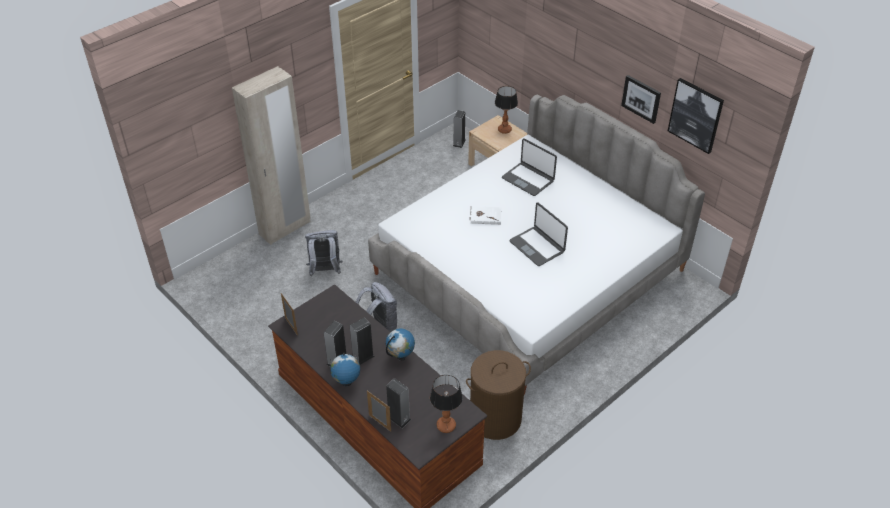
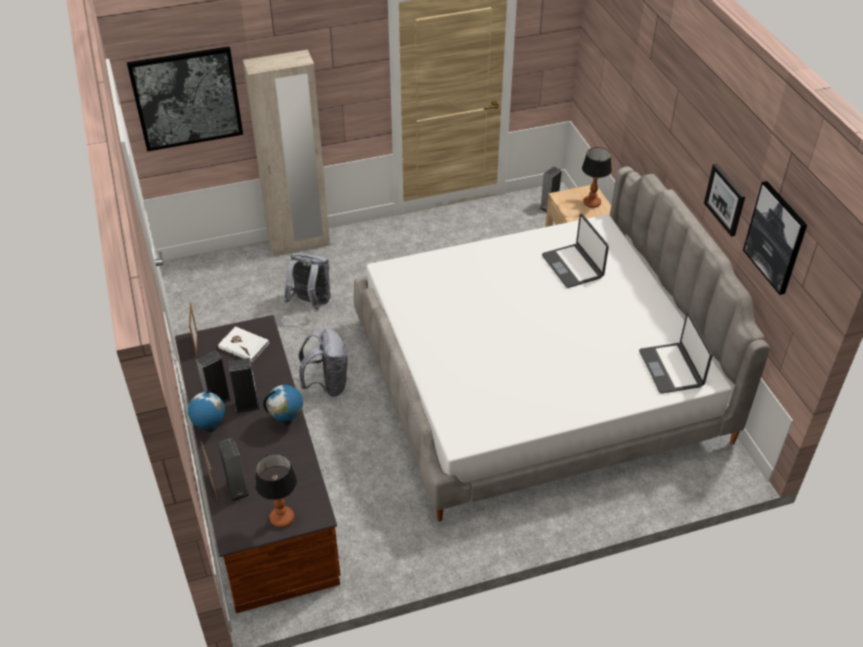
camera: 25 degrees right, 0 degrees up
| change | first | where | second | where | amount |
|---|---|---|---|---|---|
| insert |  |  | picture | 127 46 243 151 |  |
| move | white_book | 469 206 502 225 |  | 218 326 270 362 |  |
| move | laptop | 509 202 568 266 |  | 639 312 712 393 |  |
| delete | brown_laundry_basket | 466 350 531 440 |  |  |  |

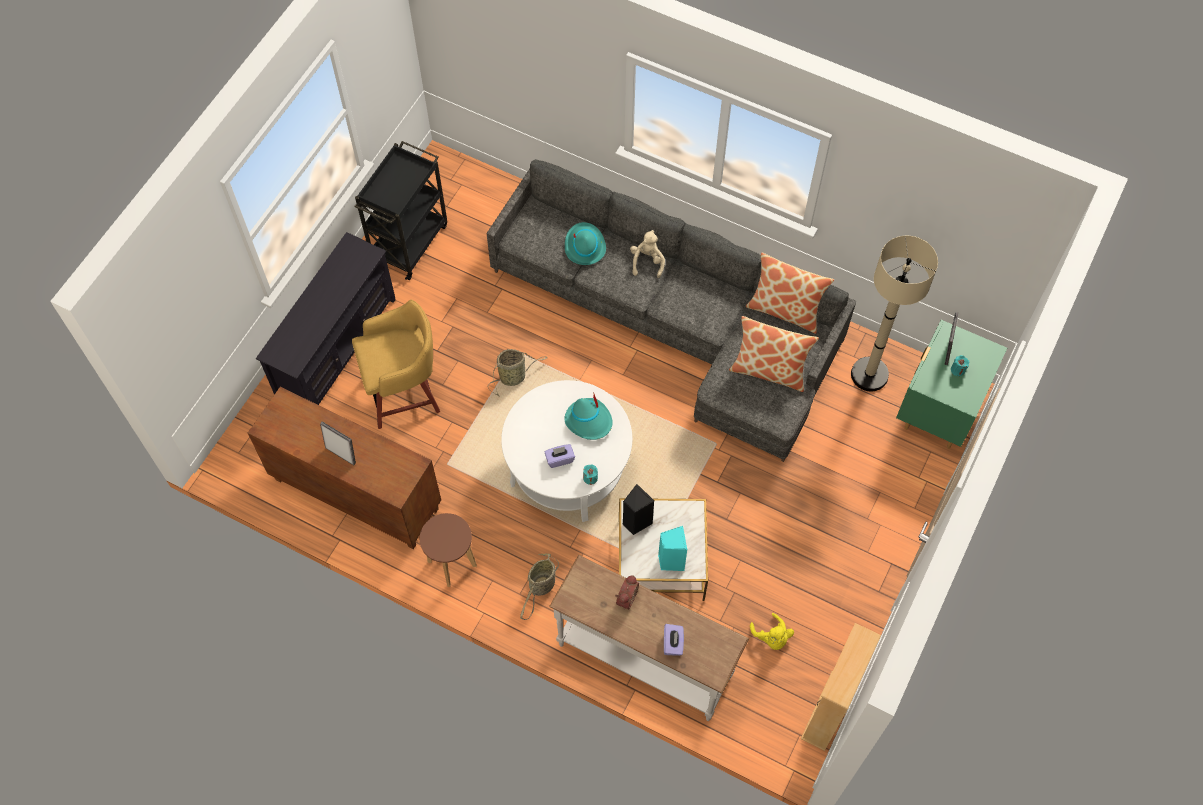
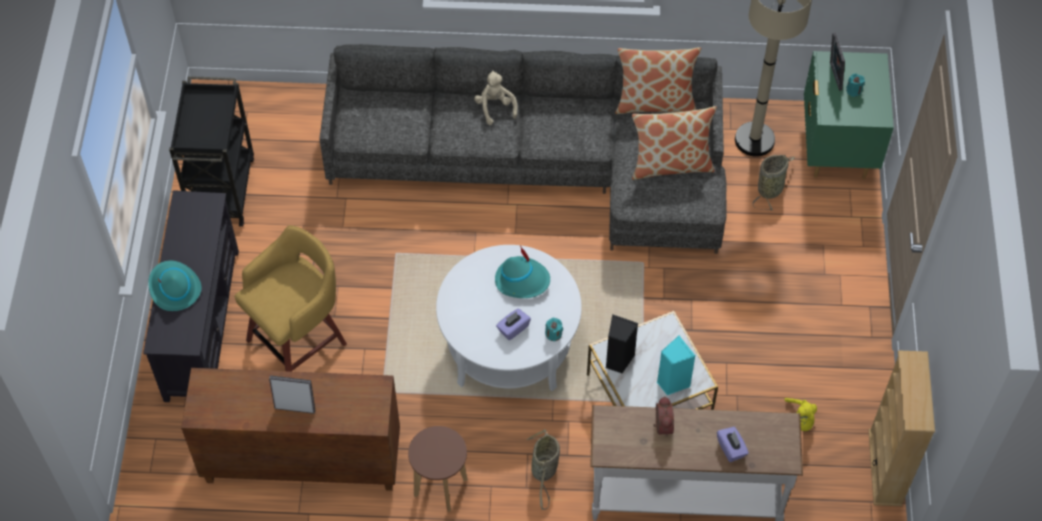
camera: 25 degrees left, 5 degrees down
| change | first | where | second | where | amount |
|---|---|---|---|---|---|
| move | turquoise_hat | 565 222 606 265 |  | 148 261 201 311 |  |
| move | basket | 488 349 548 396 |  | 753 155 795 211 |  |

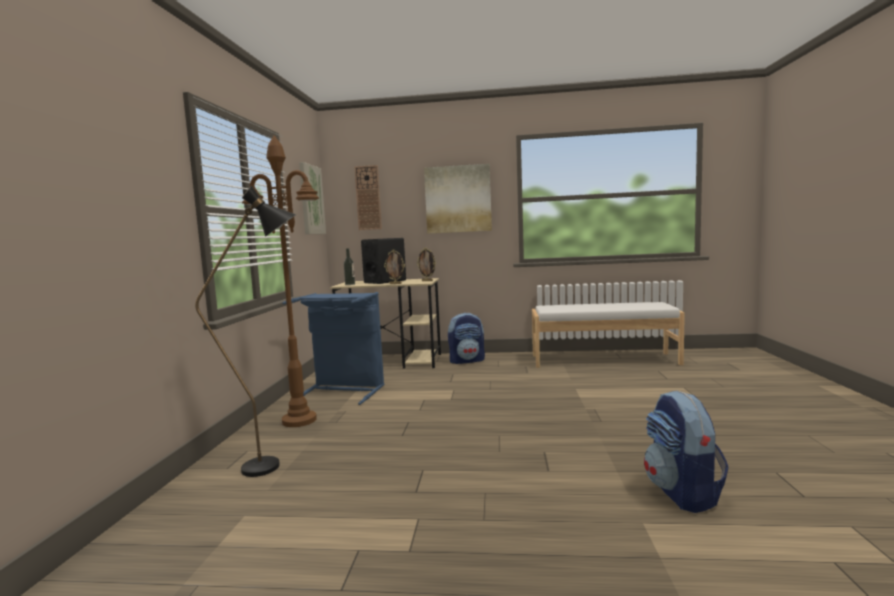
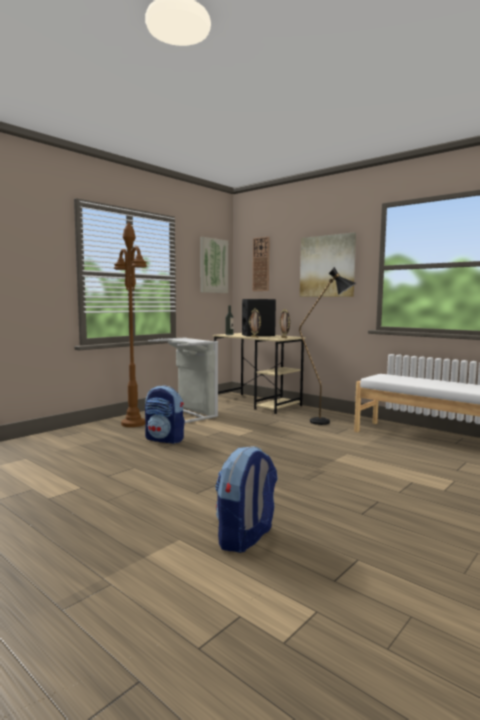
camera: 35 degrees right, 0 degrees up
| change | first | where | second | where | amount |
|---|---|---|---|---|---|
| move | backpack | 448 313 485 364 |  | 145 385 185 444 |  |
| recolor | blue_laundry_basket | 282 292 384 405 | grey_laundry_basket | 148 337 218 423 |  |
| move | black_floor_lamp | 195 185 296 477 |  | 299 267 356 425 |  |

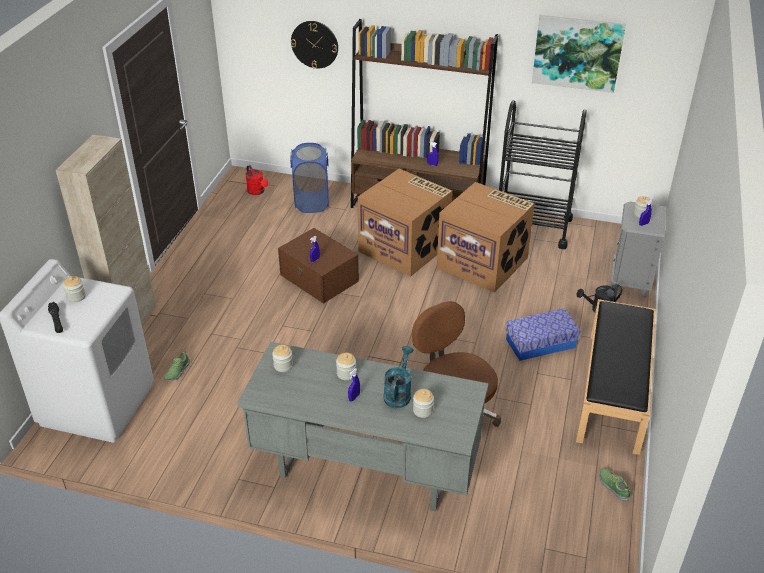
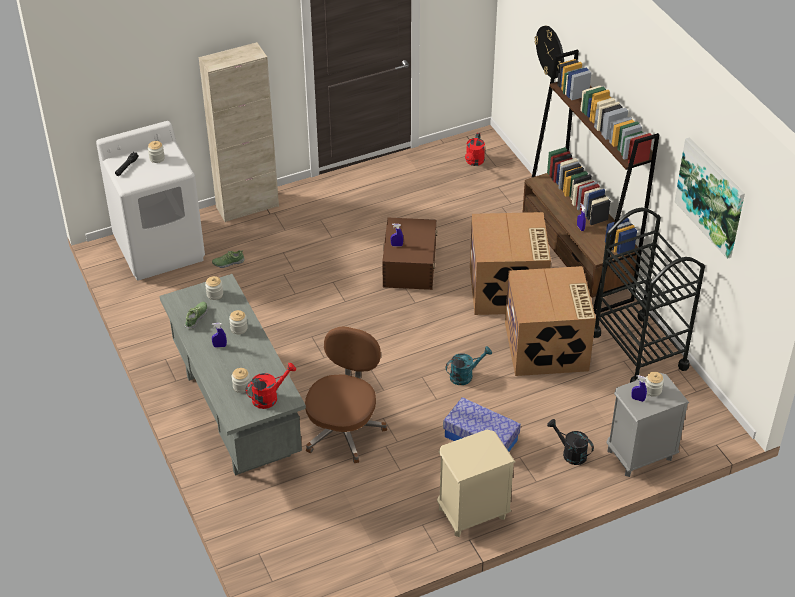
camera: 50 degrees right, 5 degrees up
| change | first | where | second | where | amount |
|---|---|---|---|---|---|
| move | shoe | 599 468 631 501 |  | 184 302 207 329 |  |
| insert |  |  | red_watering_can | 245 362 296 409 |  |
| replace | black_bench | 576 299 656 455 | beige_nightstand | 437 429 515 537 |  |
| move | turquoise_watering_can | 384 346 413 408 |  | 446 346 492 385 |  |
| delete | blue_laundry_basket | 290 143 329 213 |  |  |  |

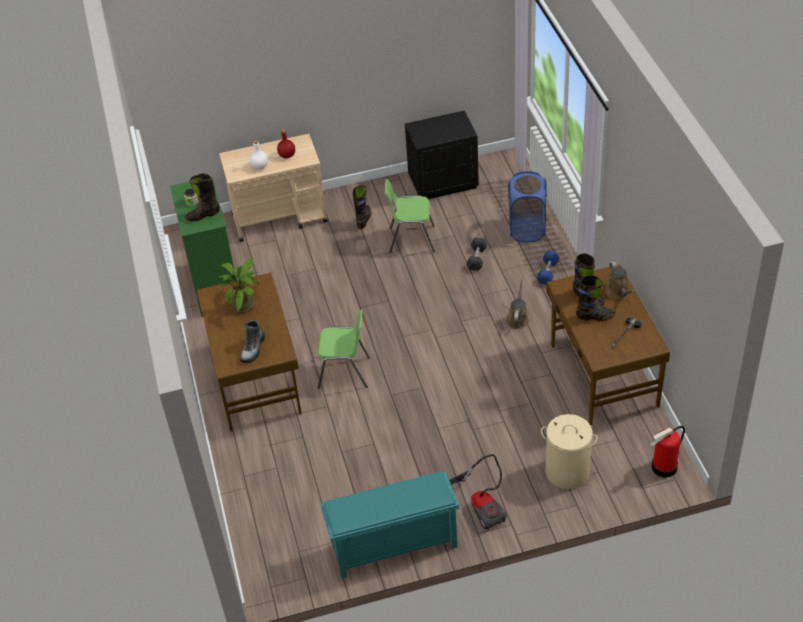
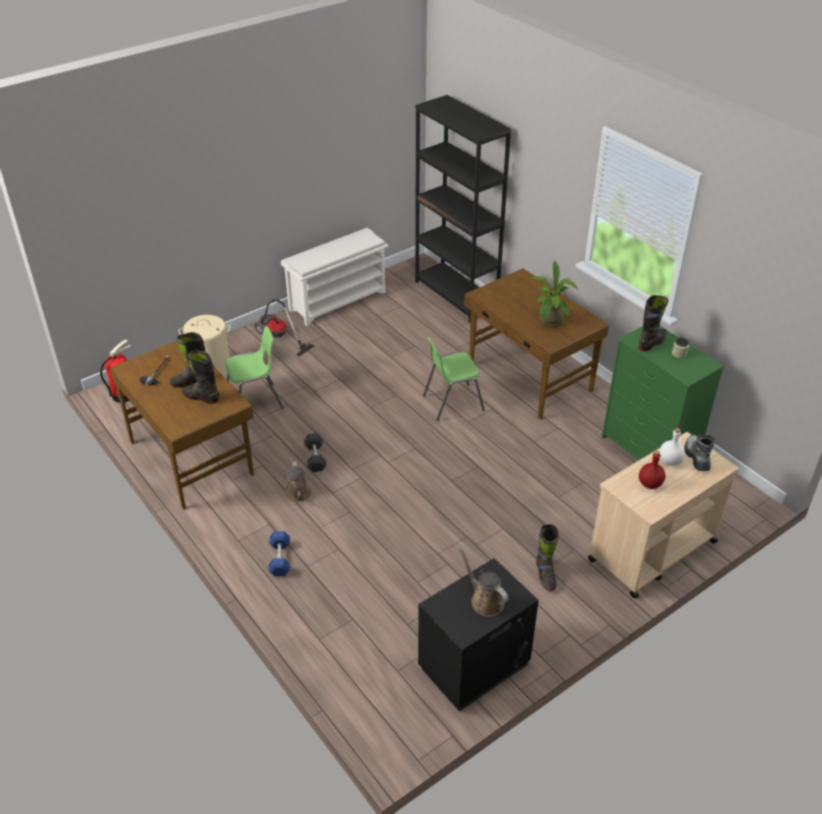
camera: 155 degrees right, 5 degrees down
| change | first | where | second | where | amount |
|---|---|---|---|---|---|
| move | green_chair | 385 179 435 253 |  | 225 326 284 409 |  |
| recolor | turquoise_shoe_rack | 320 471 460 578 | white_shoe_rack | 281 228 389 326 |  |
| move | grey_dumbbell | 466 237 487 271 |  | 304 433 327 472 |  |
| insert |  |  | black_bookcase | 415 95 512 322 |  |
| move | brown_watering_can | 605 262 634 299 |  | 458 545 509 616 |  |
| move | boot | 240 320 265 363 |  | 684 434 716 471 |  |
| delete | blue_laundry_basket | 508 172 547 242 |  |  |  |

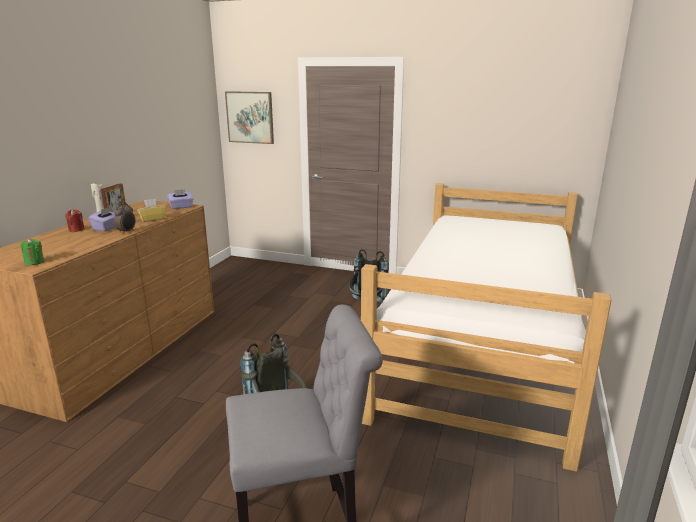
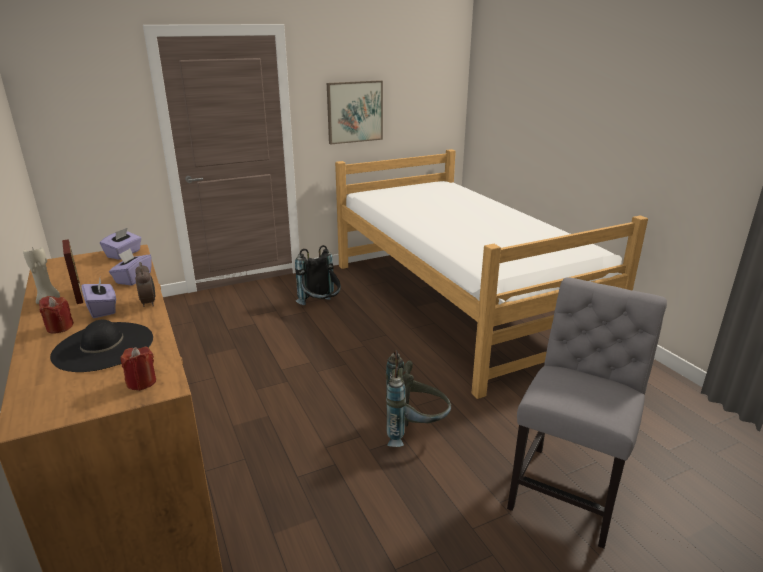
camera: 45 degrees left, 5 degrees up
| change | first | where | second | where | amount |
|---|---|---|---|---|---|
| insert |  |  | black_hat | 50 320 153 372 |  |
| recolor | yellow_tissue_box | 137 199 166 222 | purple_tissue_box | 109 249 152 286 |  |
| recolor | green_candle | 20 238 44 265 | red_candle | 120 347 156 391 |  |
| move | picture | 225 91 274 144 |  | 327 80 383 144 |  |

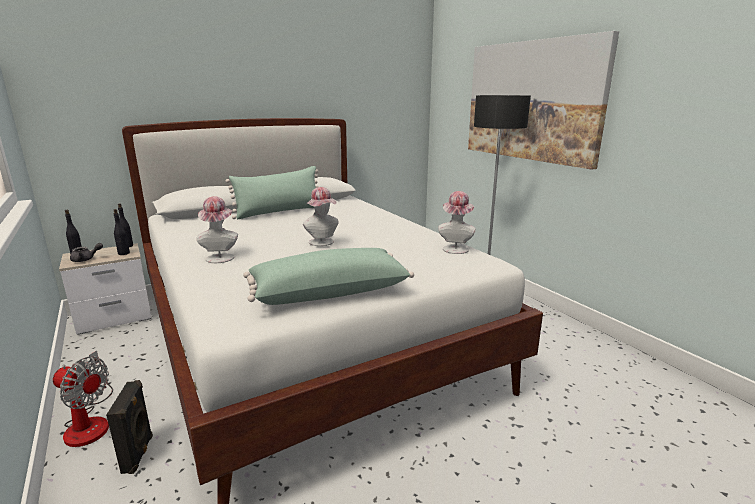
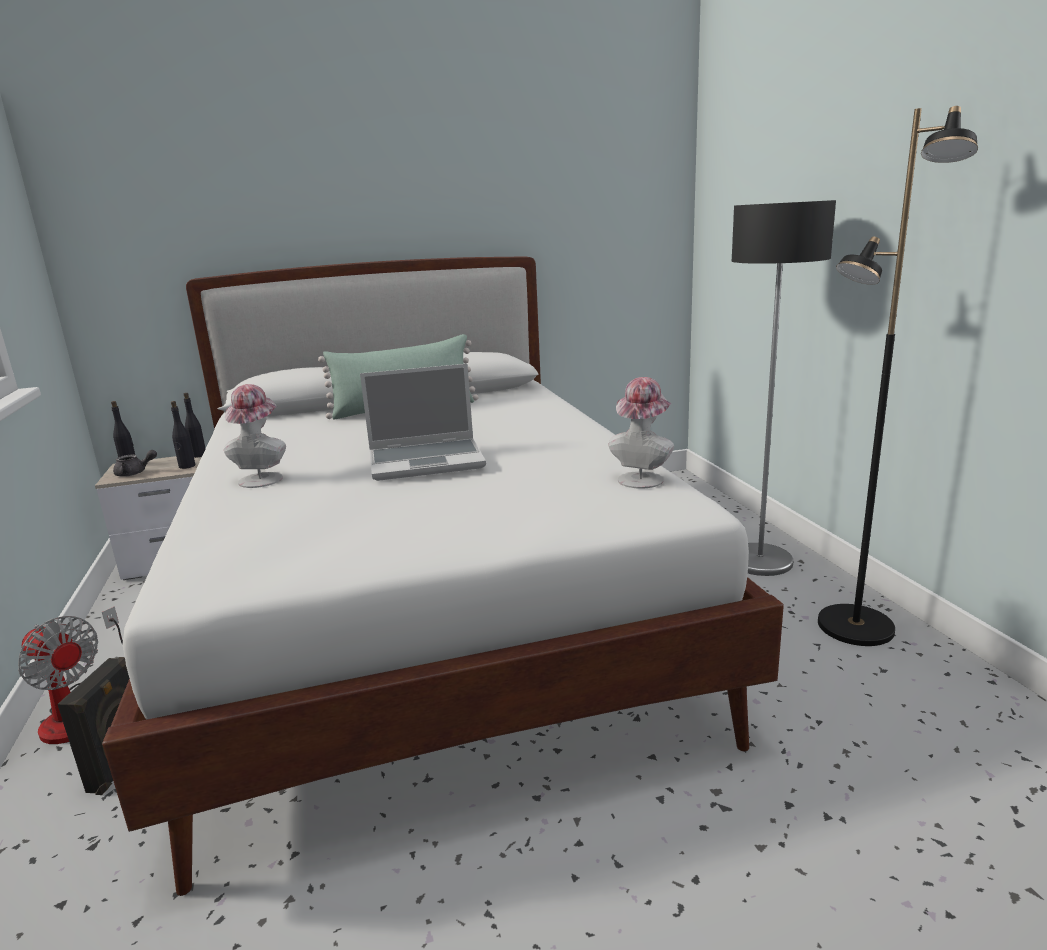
camera: 15 degrees right, 0 degrees up
| change | first | where | second | where | amount |
|---|---|---|---|---|---|
| replace | hat | 303 187 339 246 | laptop | 360 364 486 481 |  |
| insert |  |  | black_floor_lamp | 818 106 978 646 |  |
| delete | green_pillow | 243 248 414 305 |  |  |  |
| delete | picture | 468 31 619 170 |  |  |  |

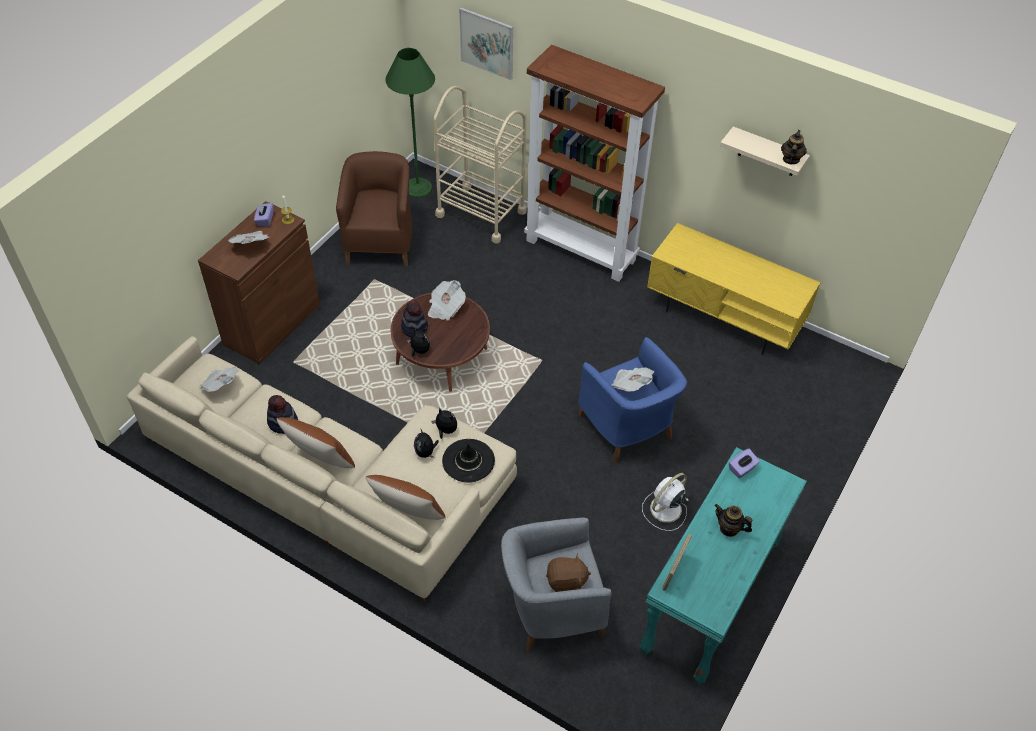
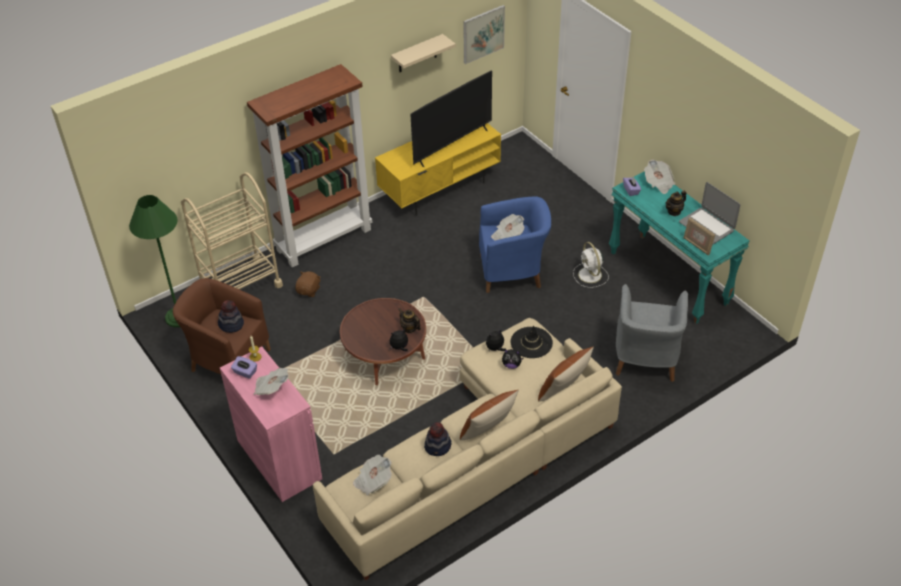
camera: 65 degrees left, 5 degrees down
| change | first | where | second | where | amount |
|---|---|---|---|---|---|
| move | hat | 401 301 428 337 |  | 218 300 244 333 |  |
| recolor | brown_cabinet | 198 201 320 365 | pink_cabinet | 220 347 322 502 |  |
| move | brown_plush_toy | 546 554 591 592 |  | 295 271 321 297 |  |
| move | teapot | 781 130 807 164 |  | 399 308 421 333 |  |
| insert |  |  | television | 411 71 492 167 |  |
| move | picture | 459 7 513 80 |  | 463 5 505 64 |  |
| move | newspaper | 428 280 466 321 |  | 644 159 675 194 |  |
| insert |  |  | laptop | 679 182 740 244 |  |

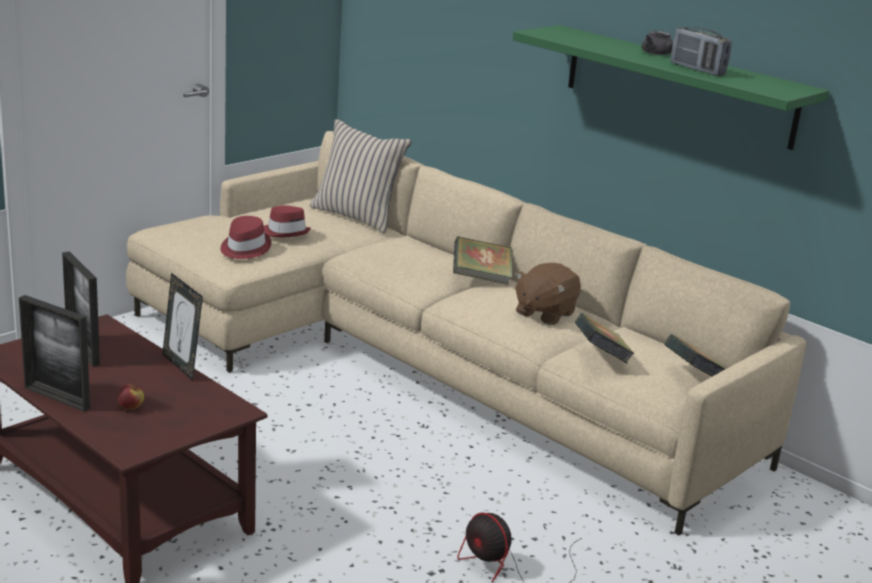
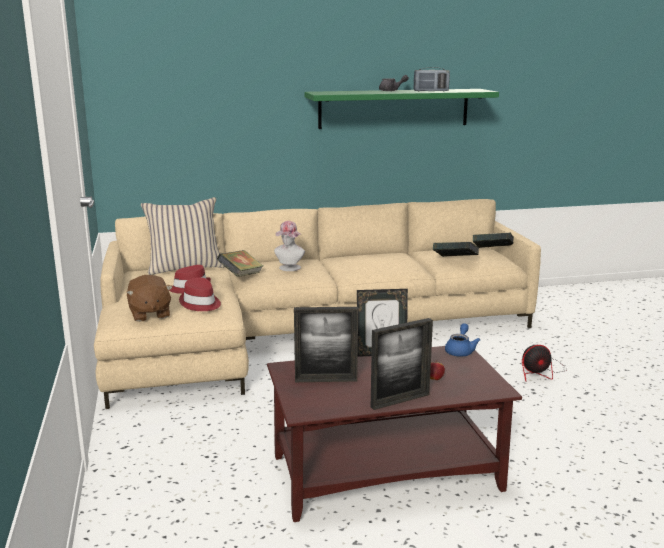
camera: 55 degrees left, 5 degrees down
| change | first | where | second | where | amount |
|---|---|---|---|---|---|
| move | brown_plush_toy | 515 263 581 325 |  | 126 275 172 322 |  |
| move | book | 453 236 512 285 |  | 217 250 264 277 |  |
| insert |  |  | hat | 274 221 305 271 |  |
| insert |  |  | blue_teapot | 445 323 480 357 |  |

